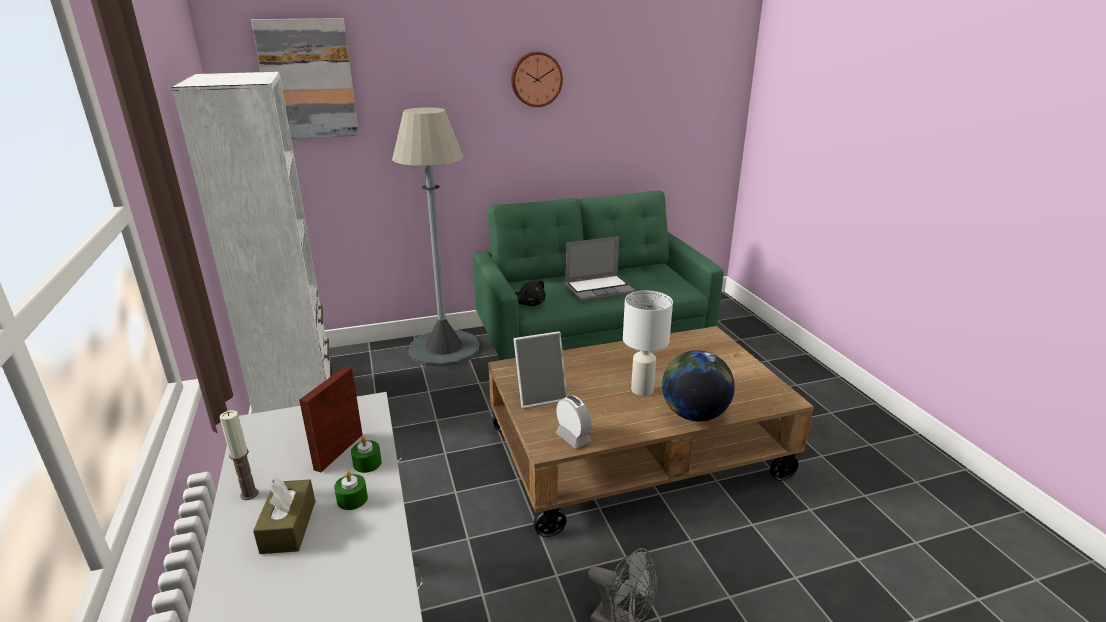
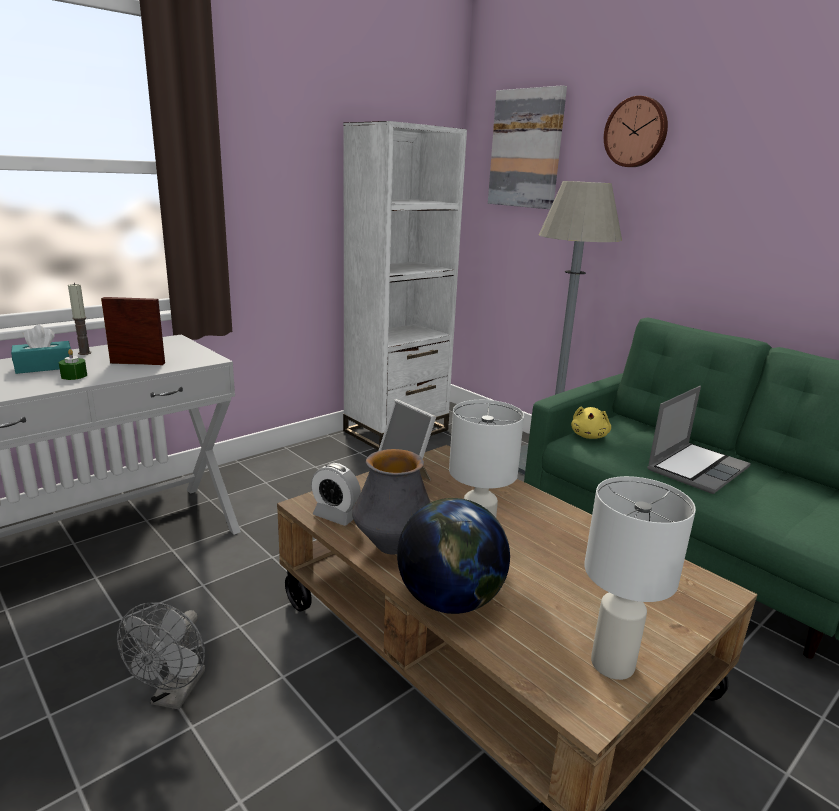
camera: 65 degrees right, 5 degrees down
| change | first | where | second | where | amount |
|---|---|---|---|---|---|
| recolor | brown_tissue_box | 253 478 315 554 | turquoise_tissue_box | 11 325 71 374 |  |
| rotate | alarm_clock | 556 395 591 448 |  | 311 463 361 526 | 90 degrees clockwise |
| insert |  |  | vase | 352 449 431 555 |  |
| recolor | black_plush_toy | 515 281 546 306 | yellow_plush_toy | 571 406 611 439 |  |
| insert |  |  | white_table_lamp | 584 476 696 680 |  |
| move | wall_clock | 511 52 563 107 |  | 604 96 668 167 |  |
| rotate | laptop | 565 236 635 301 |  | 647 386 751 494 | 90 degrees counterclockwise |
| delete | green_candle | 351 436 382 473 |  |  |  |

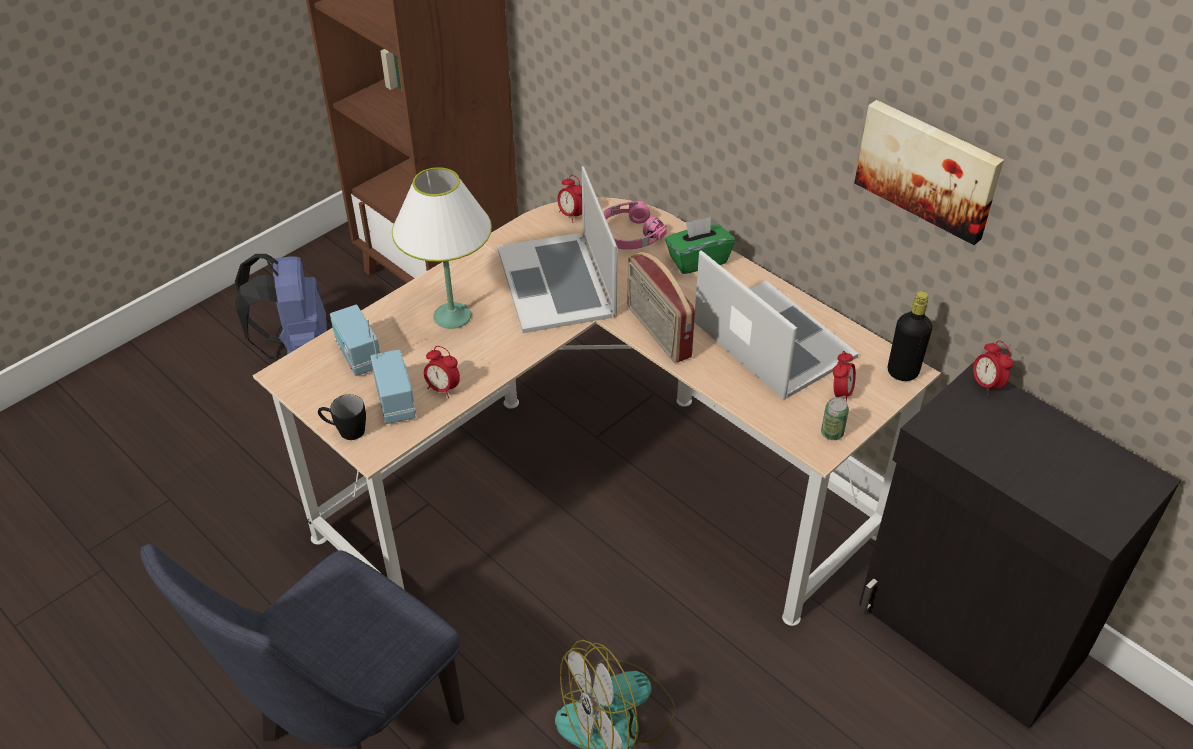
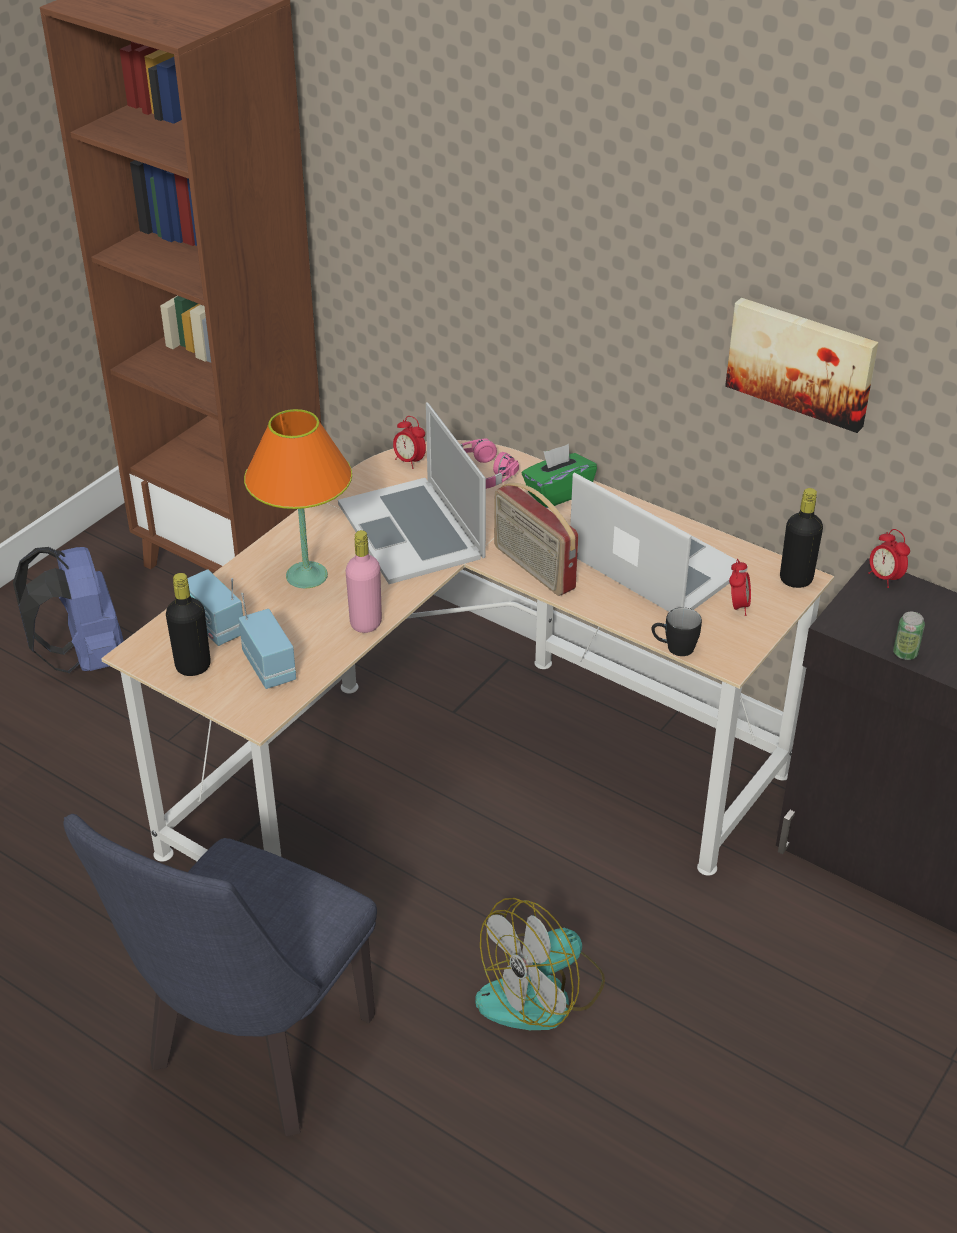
camera: 10 degrees left, 5 degrees down
| change | first | where | second | where | amount |
|---|---|---|---|---|---|
| insert |  |  | black_bottle | 166 573 211 676 |  |
| recolor | white_table_lamp | 392 167 492 329 | orange_table_lamp | 244 409 352 588 |  |
| insert |  |  | pink_bottle | 346 530 382 633 |  |
| move | black_mug | 318 394 366 440 |  | 651 607 702 656 |  |
| move | can | 821 397 849 440 |  | 893 612 925 660 |  |
| delete | alarm_clock | 424 346 460 398 |  |  |  |

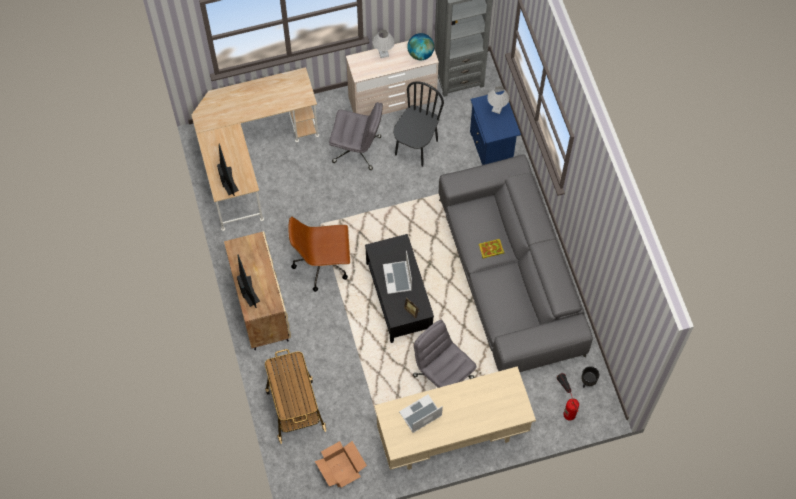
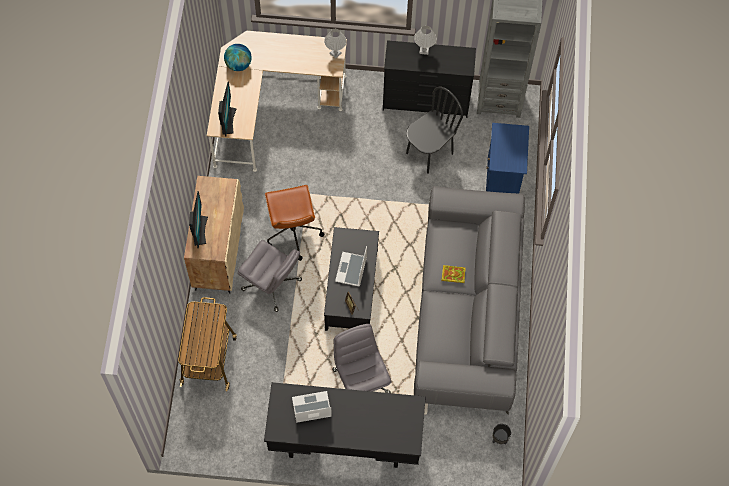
camera: 20 degrees right, 0 degrees up
| change | first | where | second | where | amount |
|---|---|---|---|---|---|
| move | globe | 407 33 434 60 |  | 224 44 252 71 |  |
| move | grey_office_chair | 329 102 383 170 |  | 238 240 302 312 |  |
| recolor | beige_desk | 374 366 536 470 | black_desk | 264 382 426 468 |  |
| rotate | brown_office_chair | 288 216 350 292 |  | 265 185 324 261 | 120 degrees counterclockwise |
| move | white_table_lamp | 487 86 509 114 |  | 324 29 347 58 |  |
| recolor | beige_dresser | 346 41 439 116 | black_dresser | 383 40 476 118 |  |
| delete | cardboard_box | 315 441 367 488 |  |  |  |
| delete | fire_extinguisher | 557 373 579 421 |  |  |  |

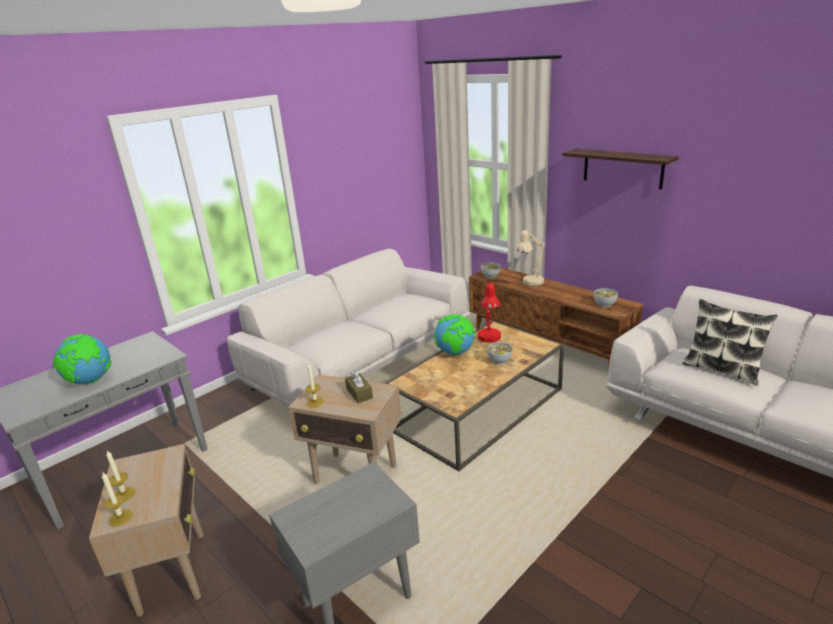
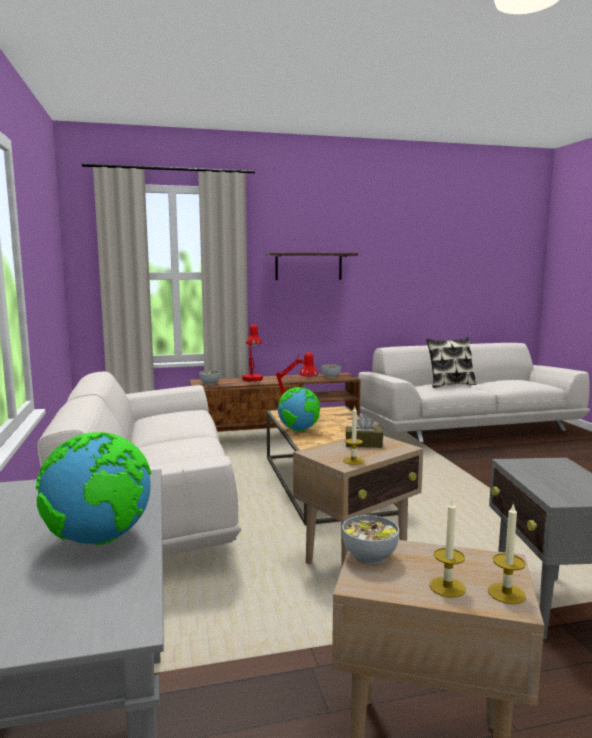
camera: 60 degrees left, 15 degrees down
| change | first | where | second | where | amount |
|---|---|---|---|---|---|
| recolor | beige_table_lamp | 516 230 545 286 | red_table_lamp | 242 324 263 381 |  |
| move | bowl | 487 342 513 364 |  | 342 515 399 565 |  |

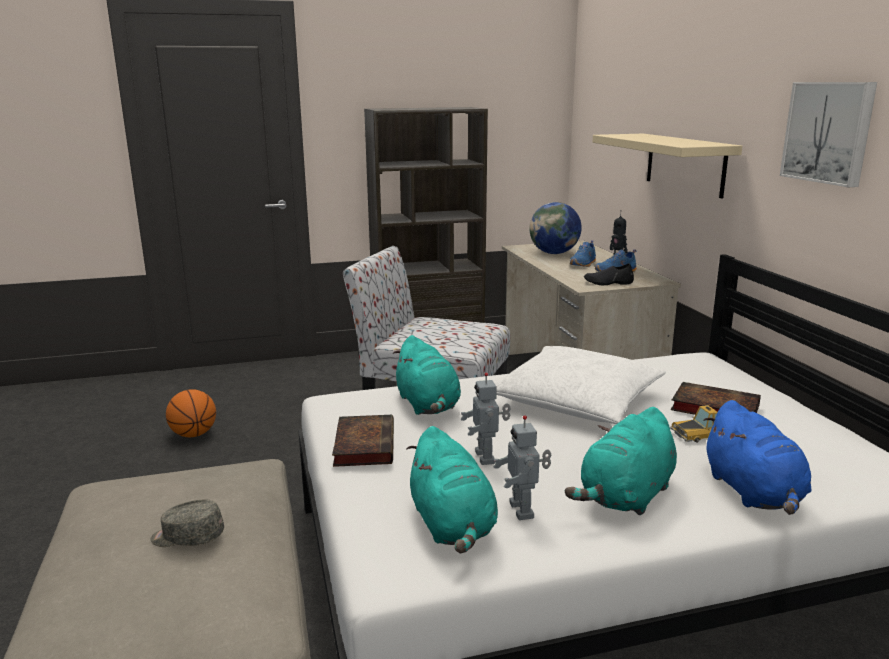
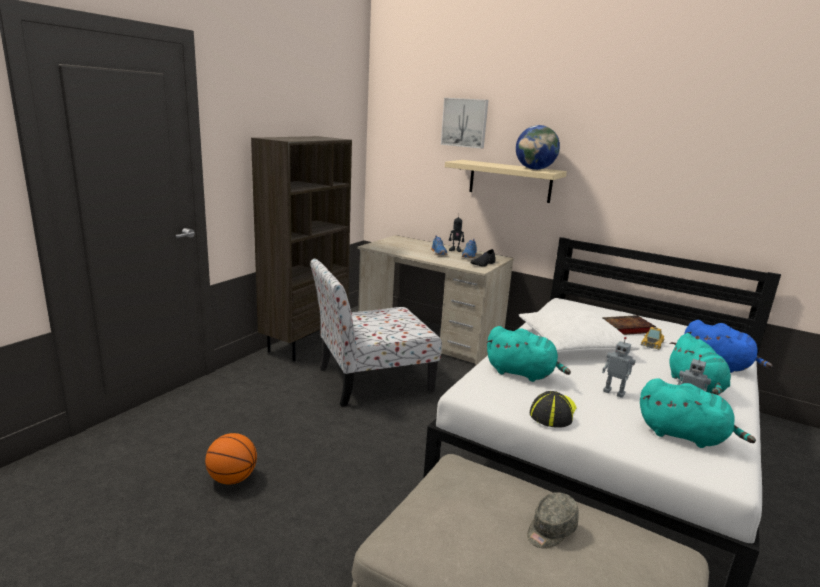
camera: 45 degrees left, 0 degrees up
| change | first | where | second | where | amount |
|---|---|---|---|---|---|
| move | picture | 780 82 877 187 |  | 441 98 488 149 |  |
| move | globe | 529 202 582 254 |  | 516 125 560 170 |  |
| replace | book | 332 415 394 467 | cap | 530 391 577 428 |  |

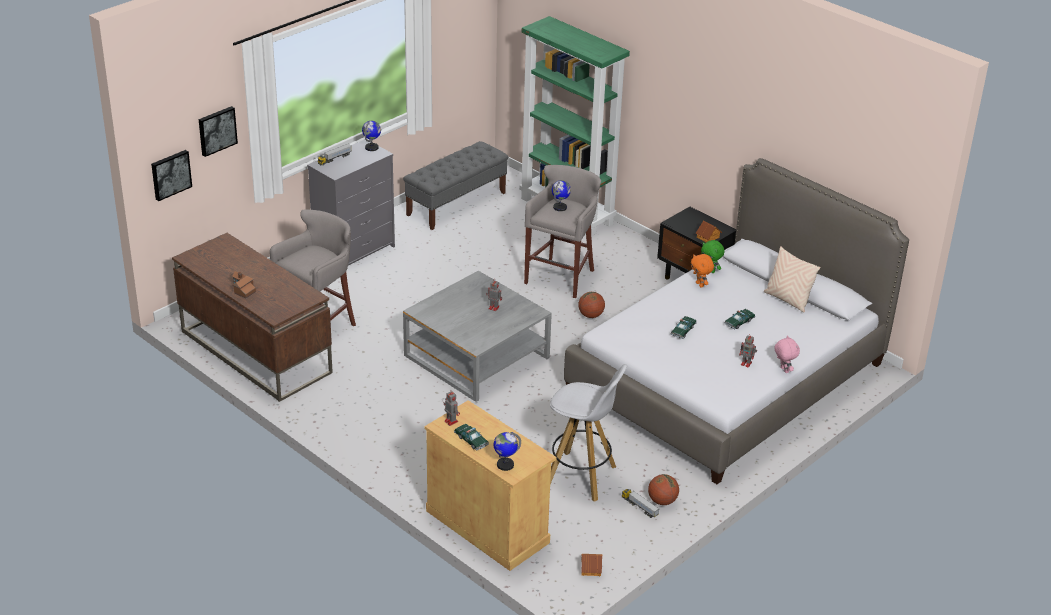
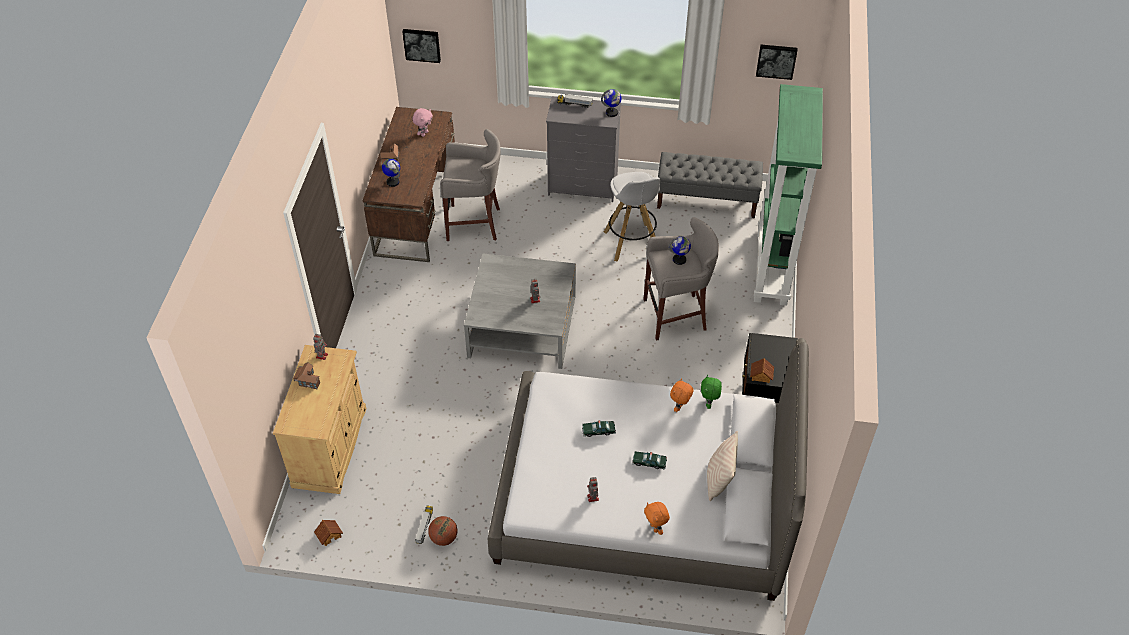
camera: 55 degrees right, 15 degrees up
| change | first | where | second | where | amount |
|---|---|---|---|---|---|
| replace | toy_car | 454 424 489 451 | toy_house | 293 362 320 389 |  |
| move | globe | 494 432 521 471 |  | 382 158 400 187 |  |
| move | pink_plush_toy | 774 335 800 373 |  | 412 108 433 137 |  |
| move | white_stool | 550 364 627 502 |  | 604 172 660 261 |  |
| insert |  |  | orange_plush_toy | 644 502 670 535 |  |
| move | picture | 199 106 238 157 |  | 756 45 798 80 |  |
| delete | basketball | 578 292 605 318 |  |  |  |

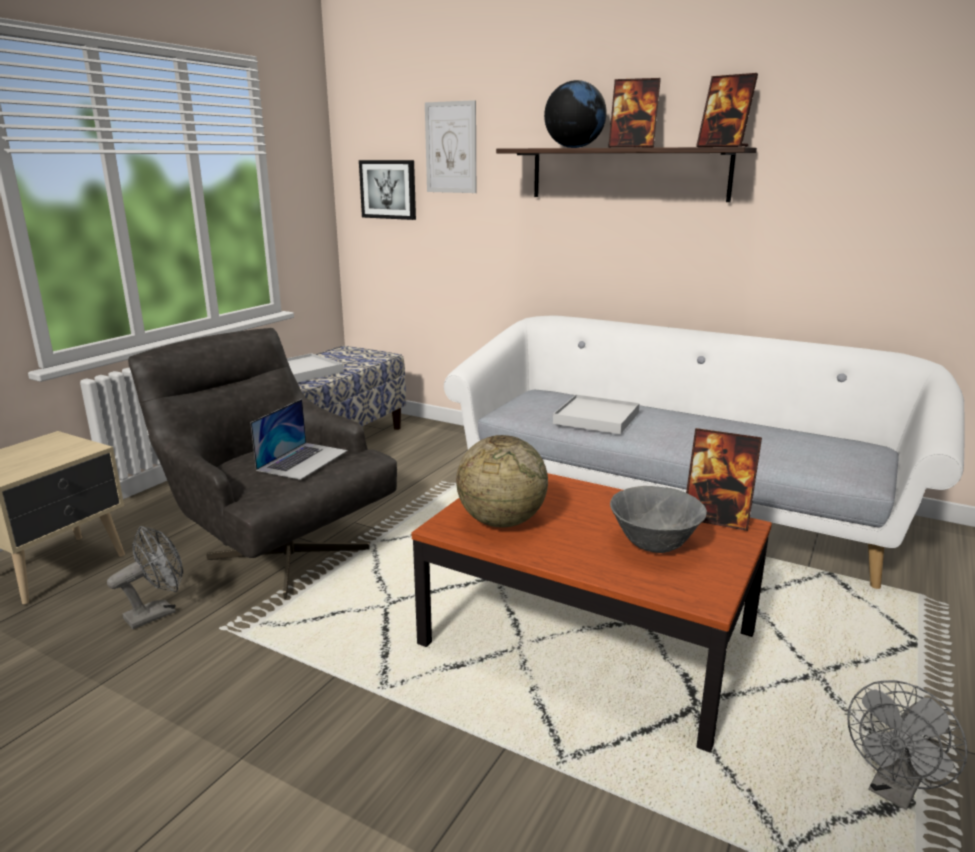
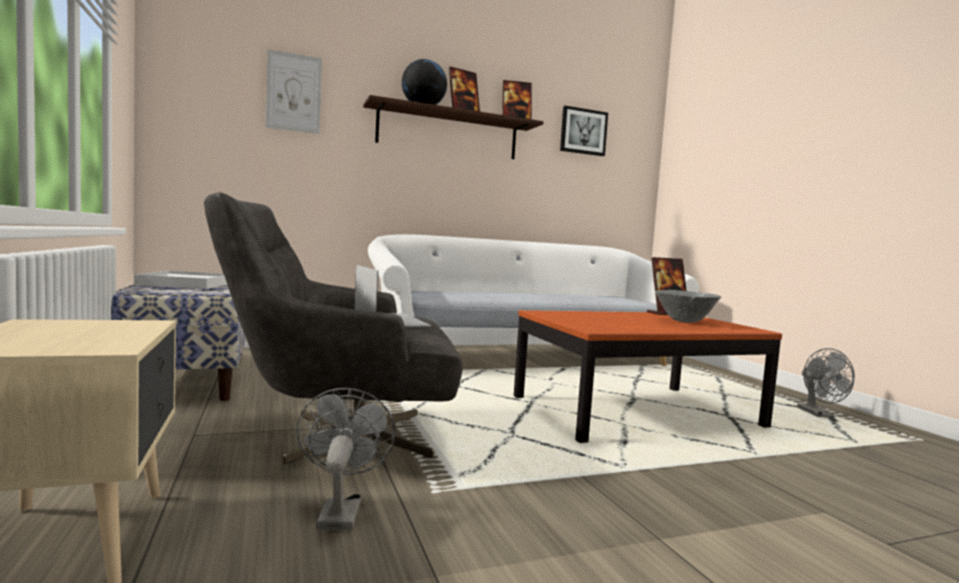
camera: 50 degrees left, 15 degrees down
| change | first | where | second | where | amount |
|---|---|---|---|---|---|
| move | picture | 359 160 416 220 |  | 560 106 608 156 |  |
| delete | globe | 456 435 548 528 |  |  |  |
| delete | white_tray | 553 395 640 434 |  |  |  |

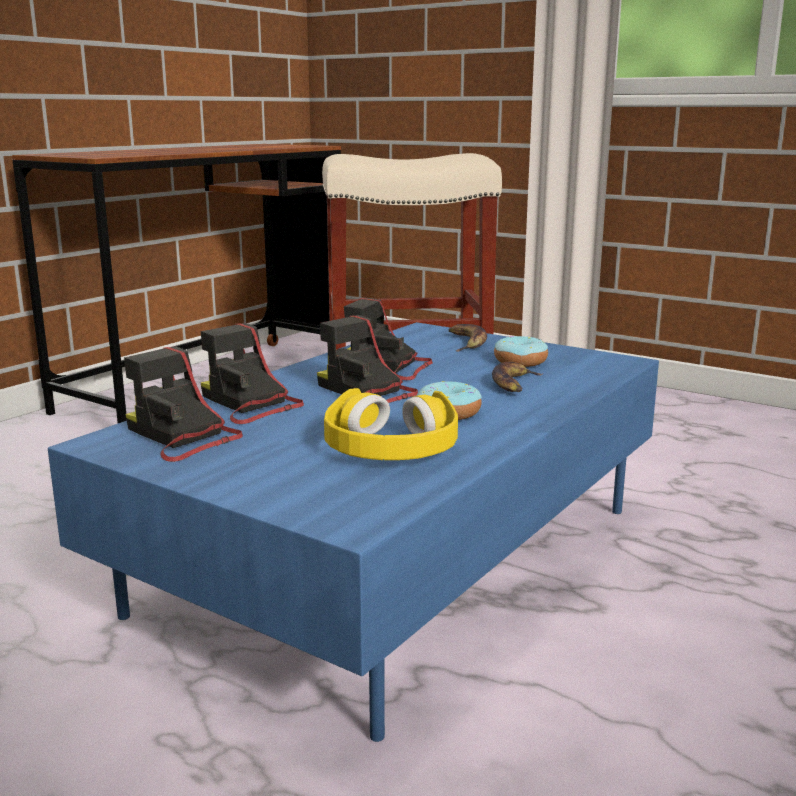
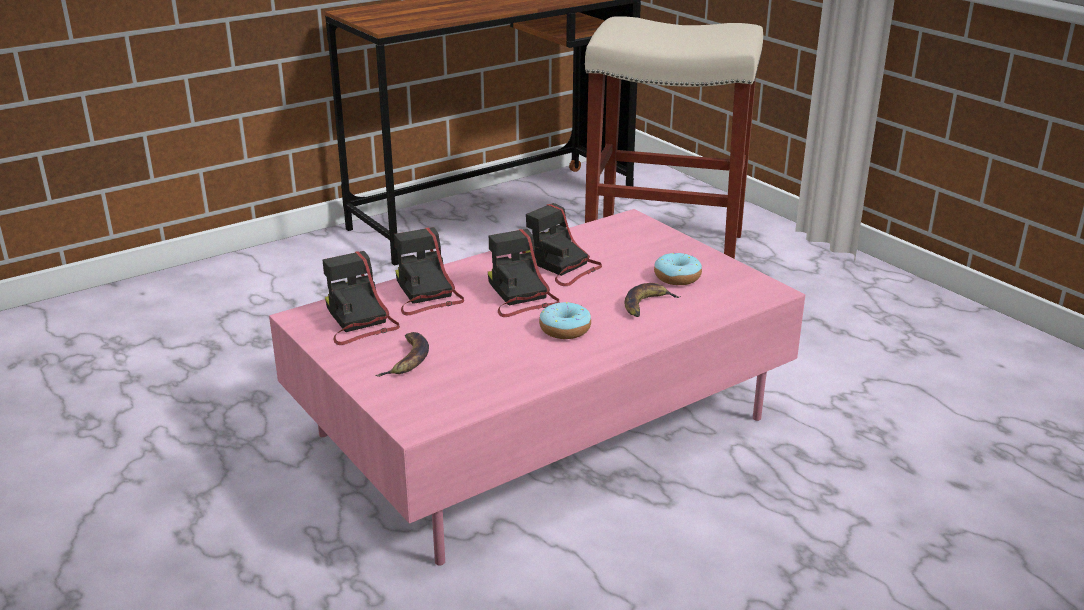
camera: 20 degrees right, 10 degrees up
| change | first | where | second | where | amount |
|---|---|---|---|---|---|
| recolor | blue_coffee_table | 48 322 659 742 | pink_coffee_table | 269 209 805 566 |  |
| move | banana | 448 324 487 352 |  | 376 332 429 377 |  |
| delete | yellow_headphones | 324 388 458 460 |  |  |  |

